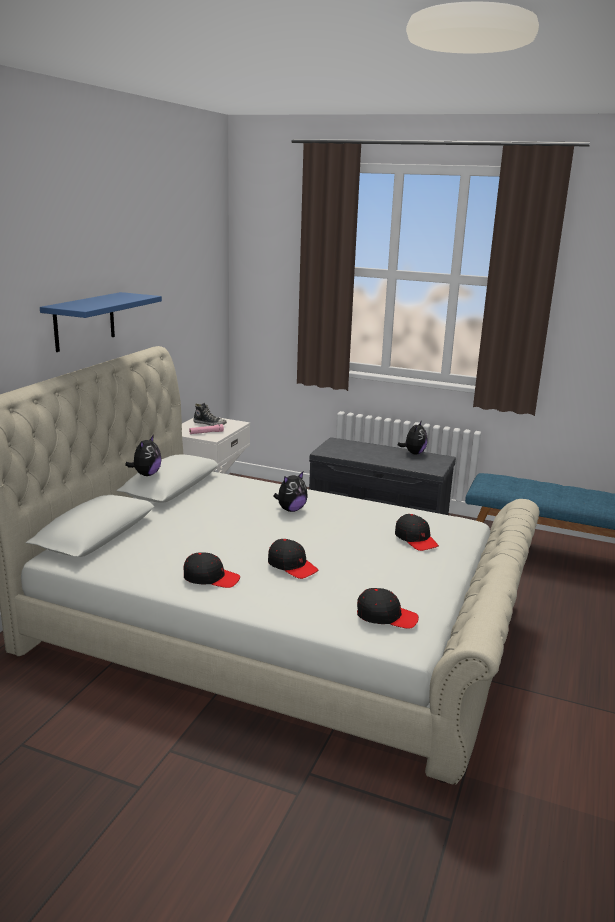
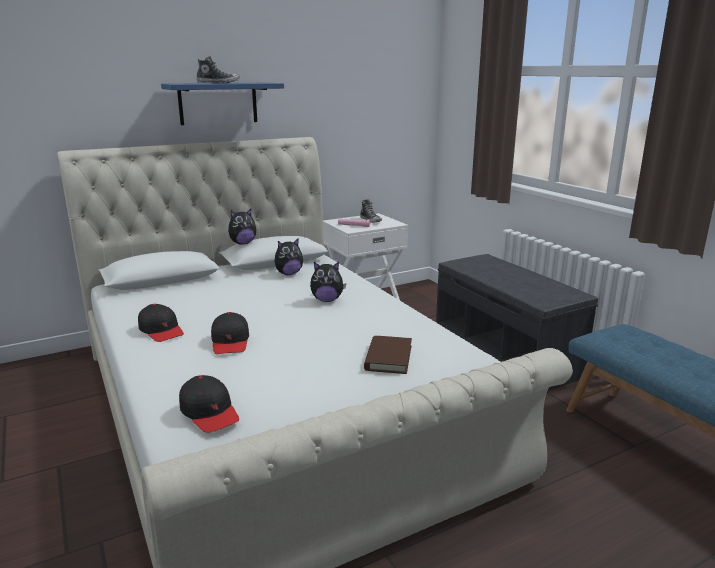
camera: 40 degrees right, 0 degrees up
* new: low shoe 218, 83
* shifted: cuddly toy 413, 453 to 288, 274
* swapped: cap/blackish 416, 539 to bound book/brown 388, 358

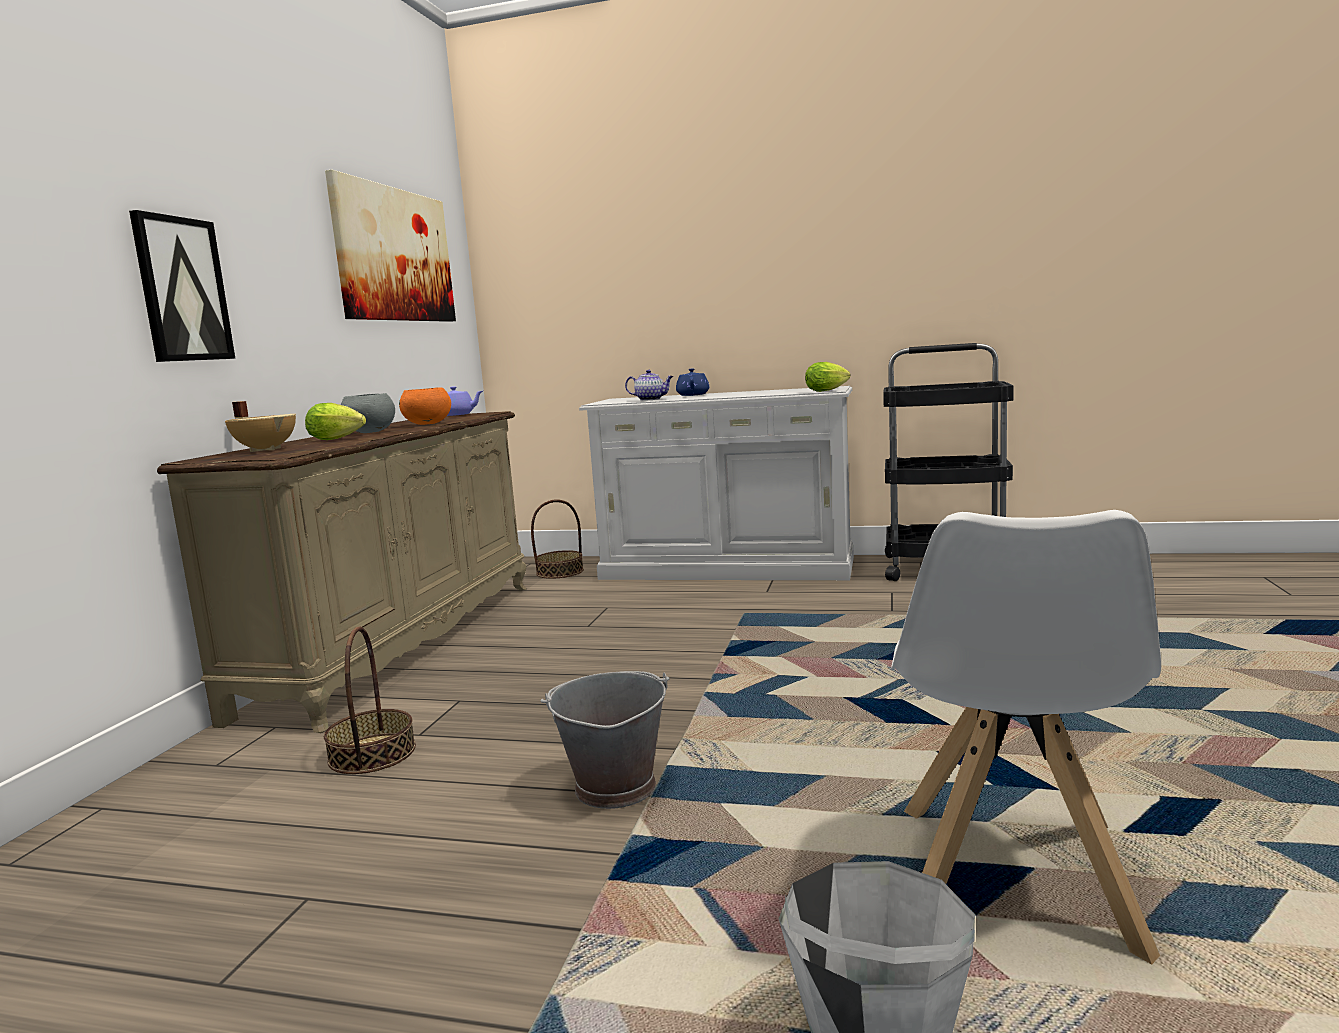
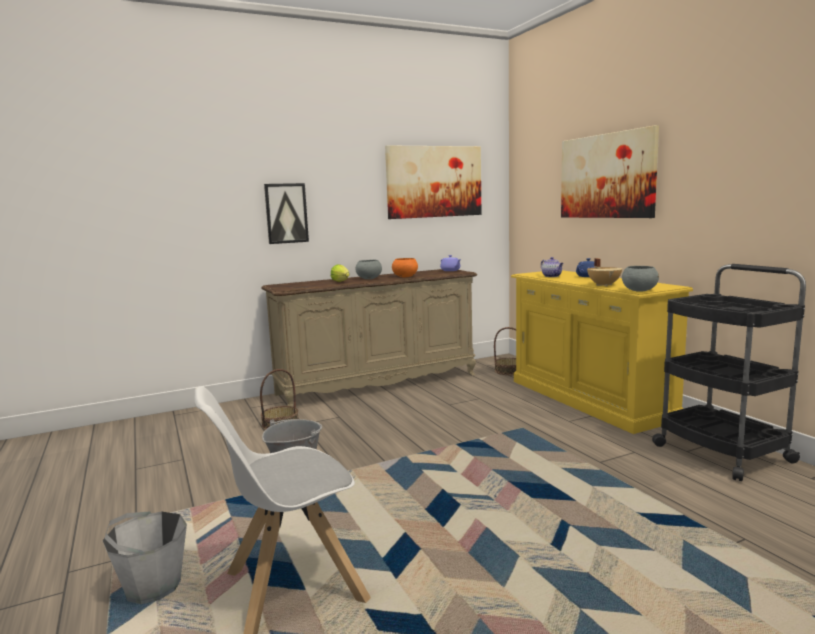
camera: 50 degrees right, 0 degrees up
* repainted: drawer chest/whitish 728, 568 to drawer chest/yellow 589, 399
* new: picture 606, 176
* shifted: stockpot/sand-coloured 266, 449 to 604, 285
* swapped: head of lettuce 828, 390 to deep dish/gray 639, 290

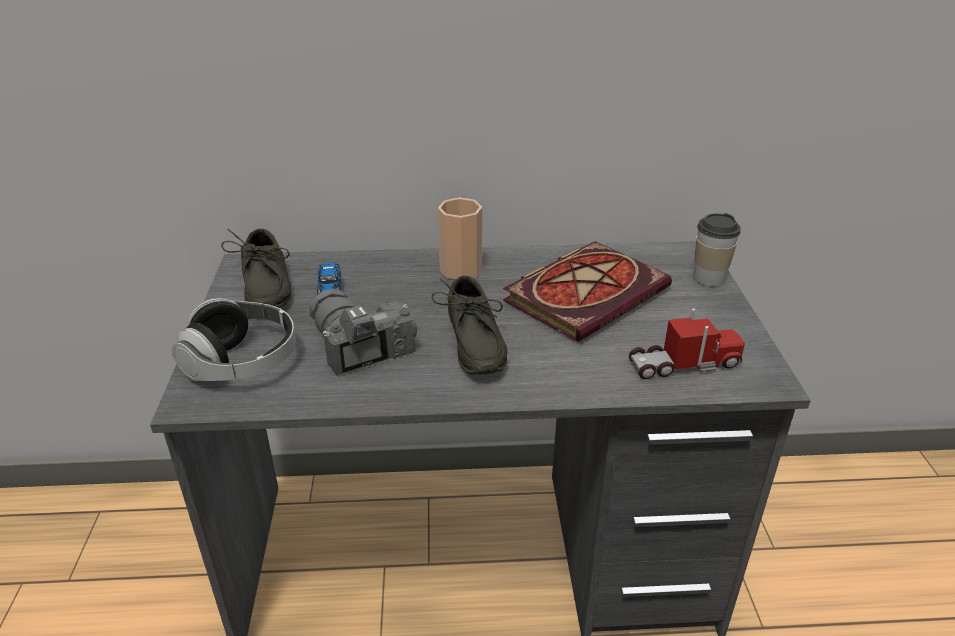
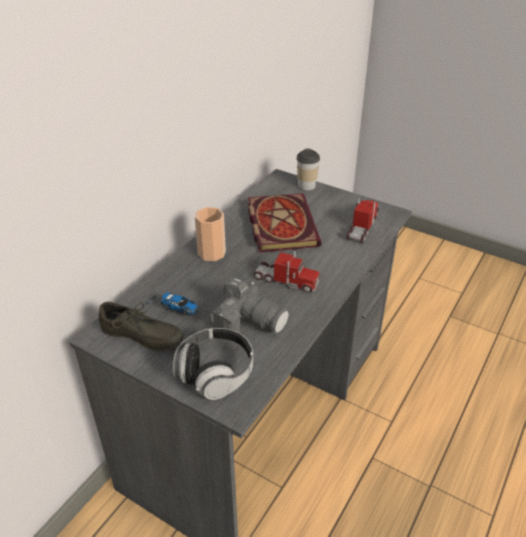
camera: 55 degrees left, 5 degrees up
* rotated: photo camera 358, 348 = 248, 321 150 degrees counterclockwise
* swapped: low shoe/gray 470, 345 to toy truck 286, 281

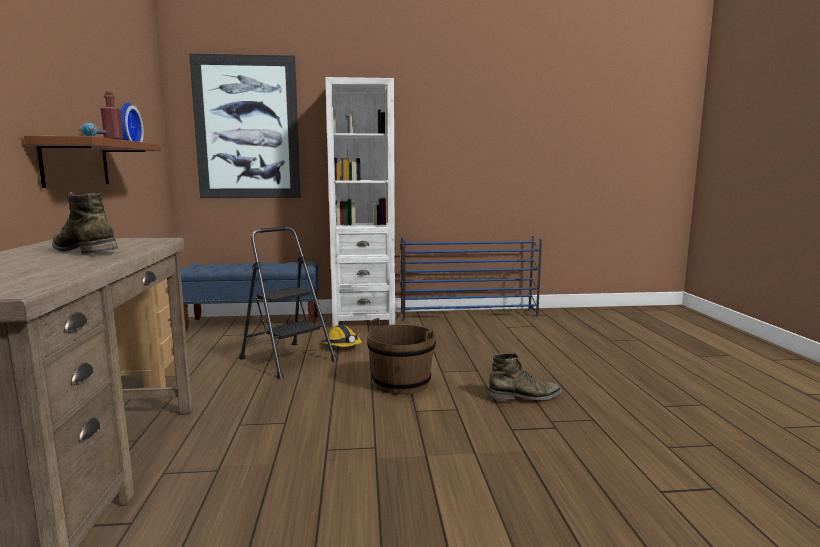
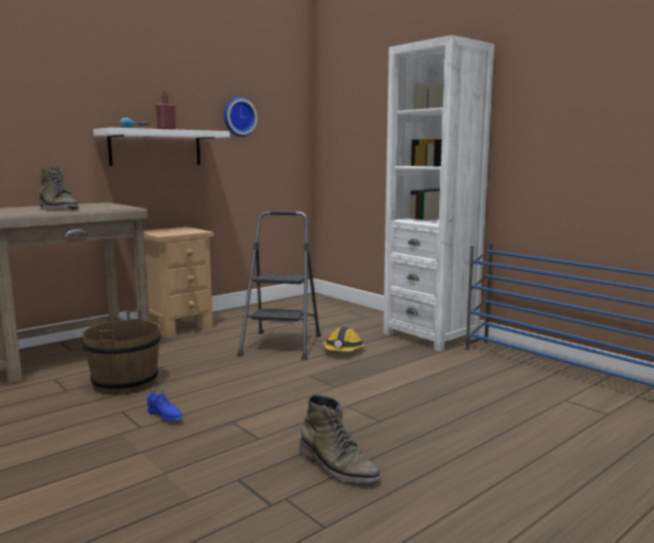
camera: 55 degrees right, 0 degrees up
* rotated: high-top boot/green-coloured 84, 250 = 58, 209 135 degrees clockwise
* shifted: pail/brown 401, 383 to 125, 383
* repainted: wall shelf/brown 75, 163 to wall shelf/whitish 155, 148
* new: low shoe/blue 165, 416
* gone: long seat/blue 254, 323
* gone: picture 247, 128

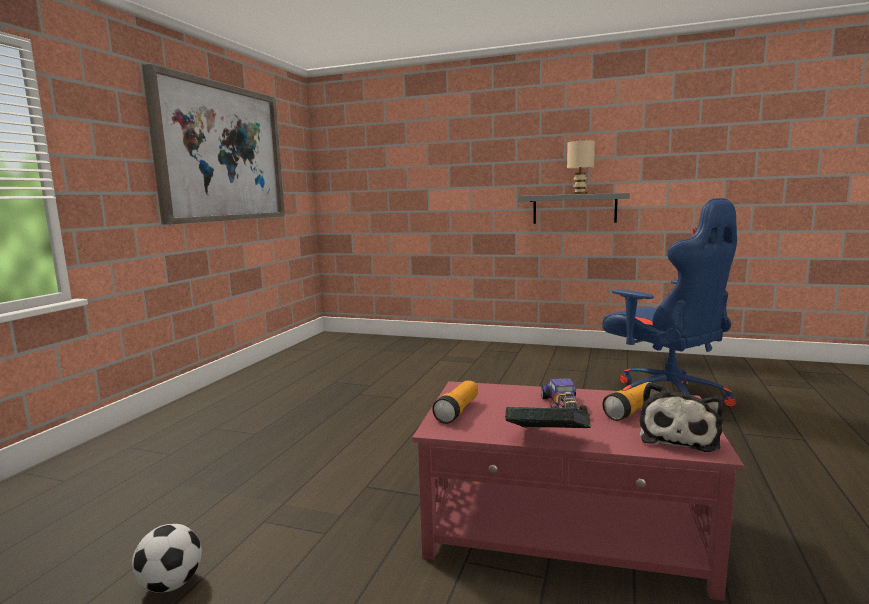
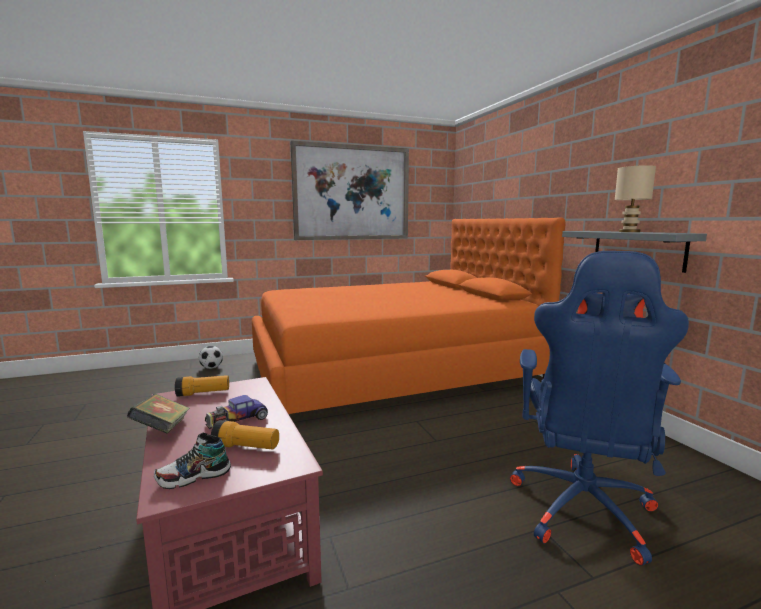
camera: 50 degrees right, 0 degrees up
* swapped: cuddly toy 679, 436 to low shoe 194, 477
* shifted: football ball 171, 584 to 211, 368
* new: bedroom bed/orangey 392, 371

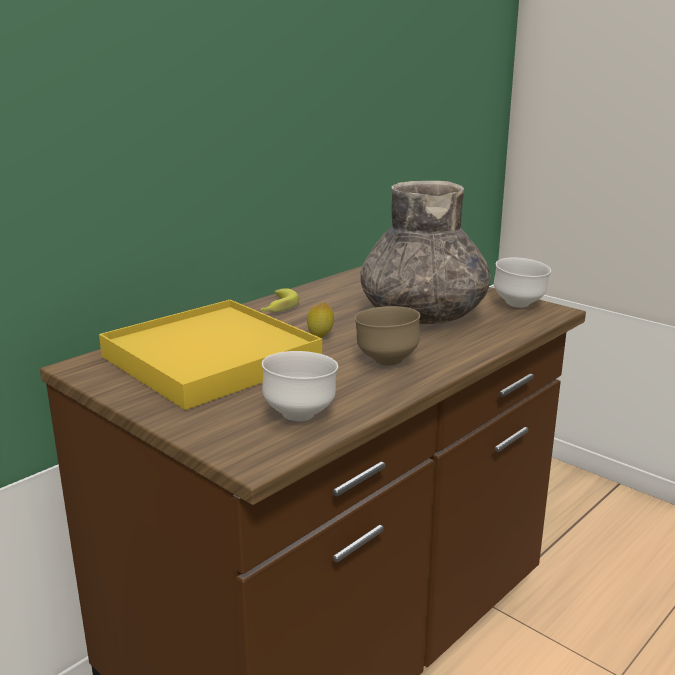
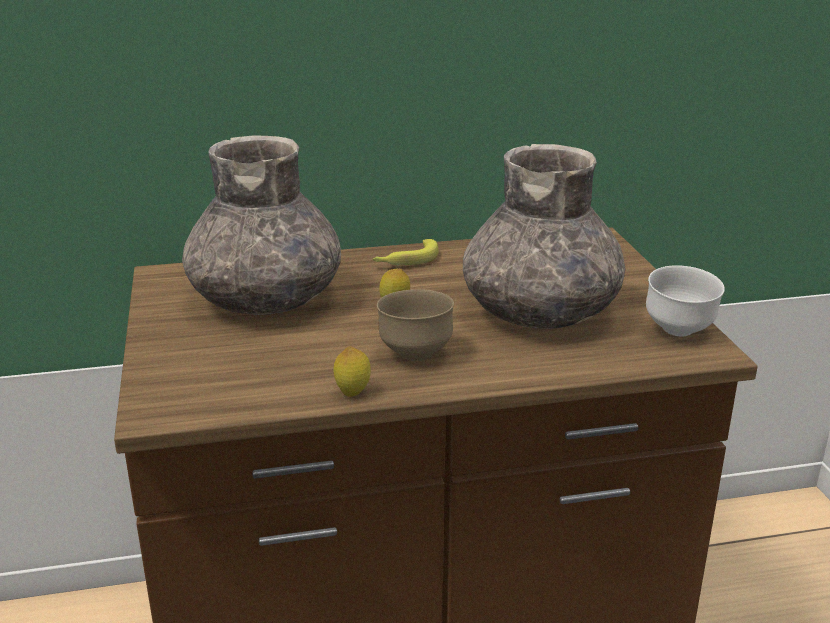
camera: 35 degrees right, 5 degrees up
* swapped: serving tray/yellow 211, 359 to flower vase/gray 267, 299
* new: citrus fruit 352, 393
* gone: deep dish/whitish 300, 415

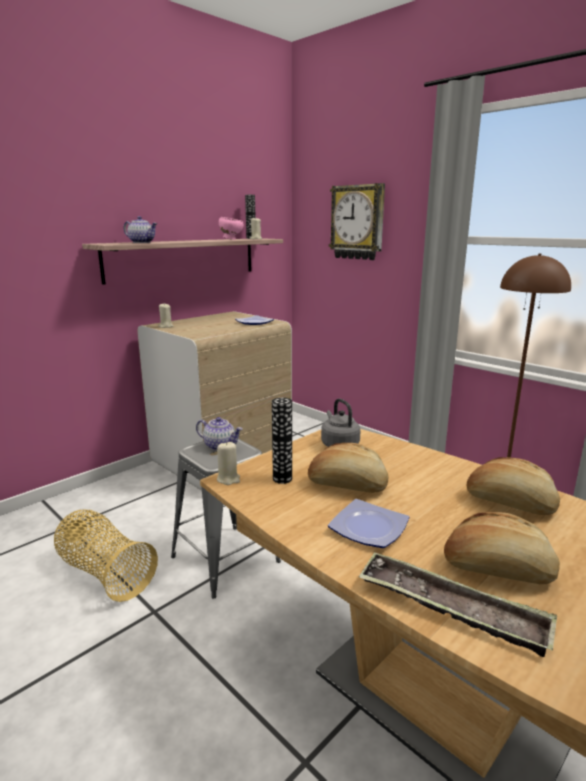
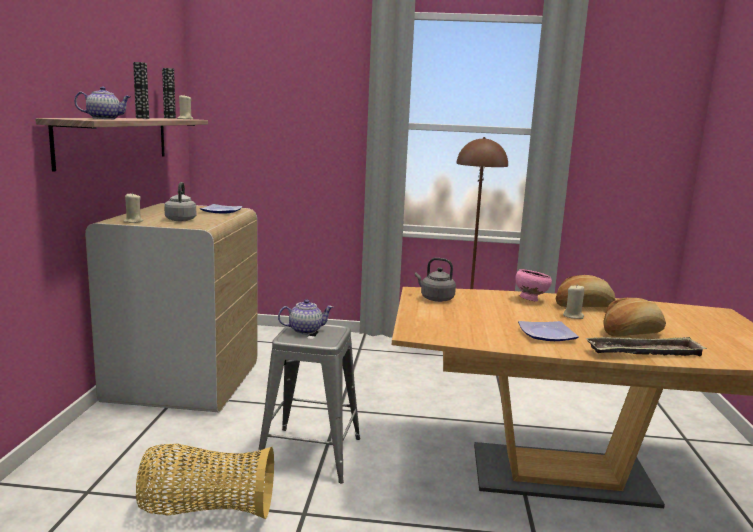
camera: 40 degrees left, 5 degrees down
* shifted: flower vase 282, 479 to 142, 118
* new: kettle/gray 181, 219
* shifted: deep dish/pink 231, 239 to 530, 300
* shifted: wax candle/sand-coloured 228, 479 to 573, 316
* gone: baked bread 347, 485
* gone: hanging clock 357, 222

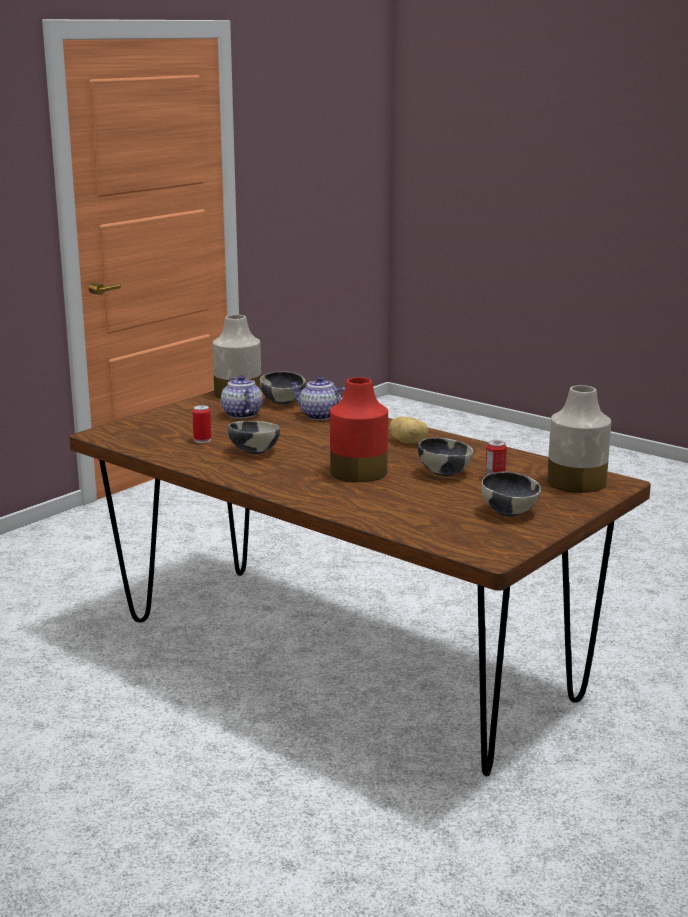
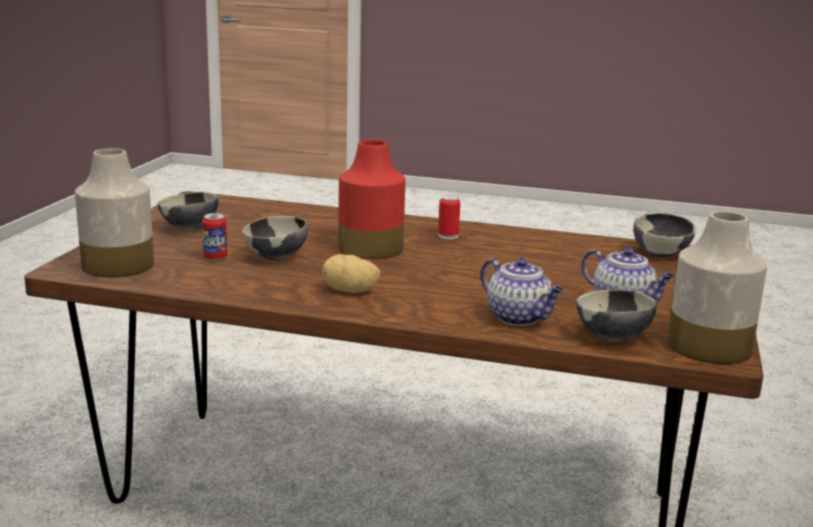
camera: 155 degrees right, 0 degrees up
* shifted: sealed can 202, 440 to 448, 236
* rotated: pot for tea 319, 416 = 519, 318 45 degrees clockwise
* shifted: deep dish 253, 452 to 661, 254

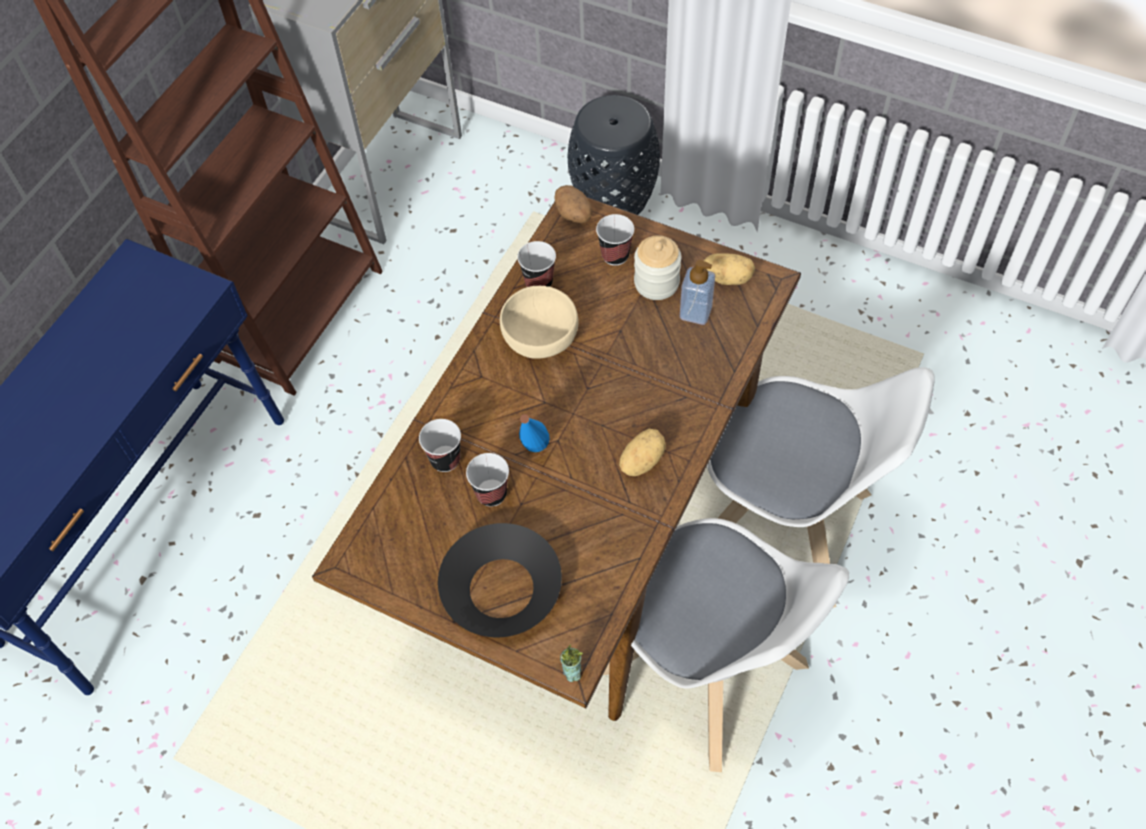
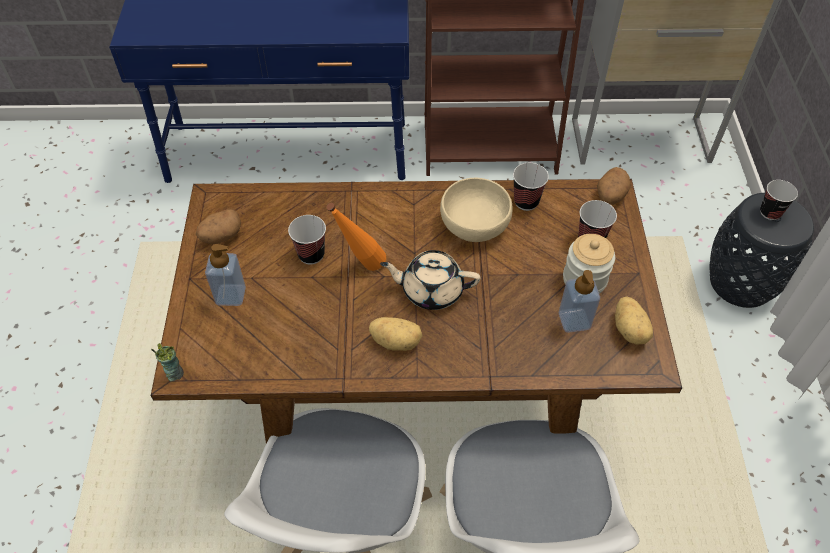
camera: 60 degrees right, 5 degrees down
* new: potato 221, 236
* swapped: deep dish/blackish 501, 588 to liquid soap bottle 230, 295
* repainted: beverage bottle/blue 534, 455 to beverage bottle/orangey 360, 267
* new: pot for tea/sand-coloured 431, 290
* shifted: small cup 445, 459 to 770, 212

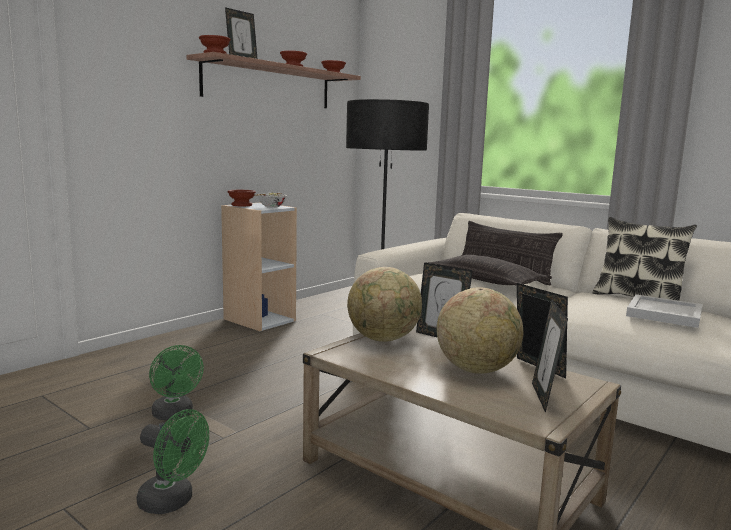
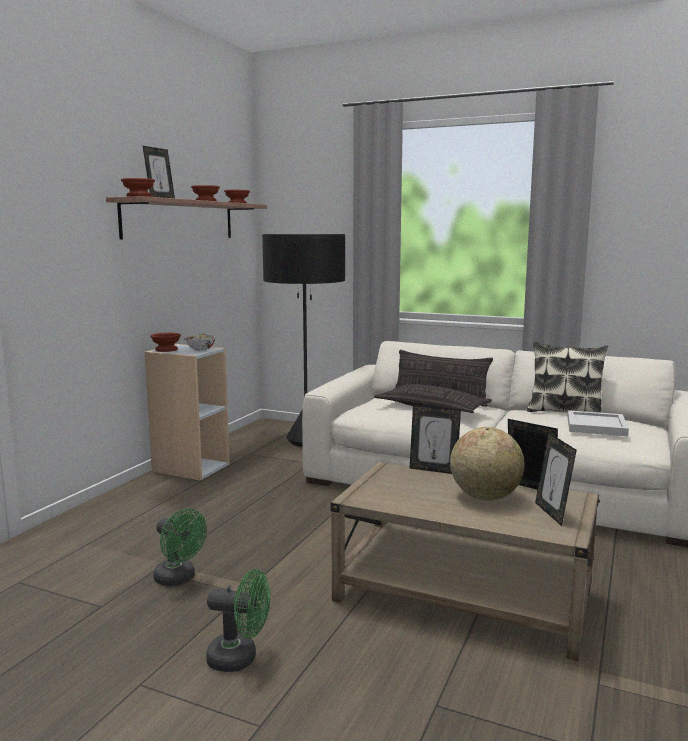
camera: 15 degrees left, 0 degrees up
* gone: world globe 383, 339

